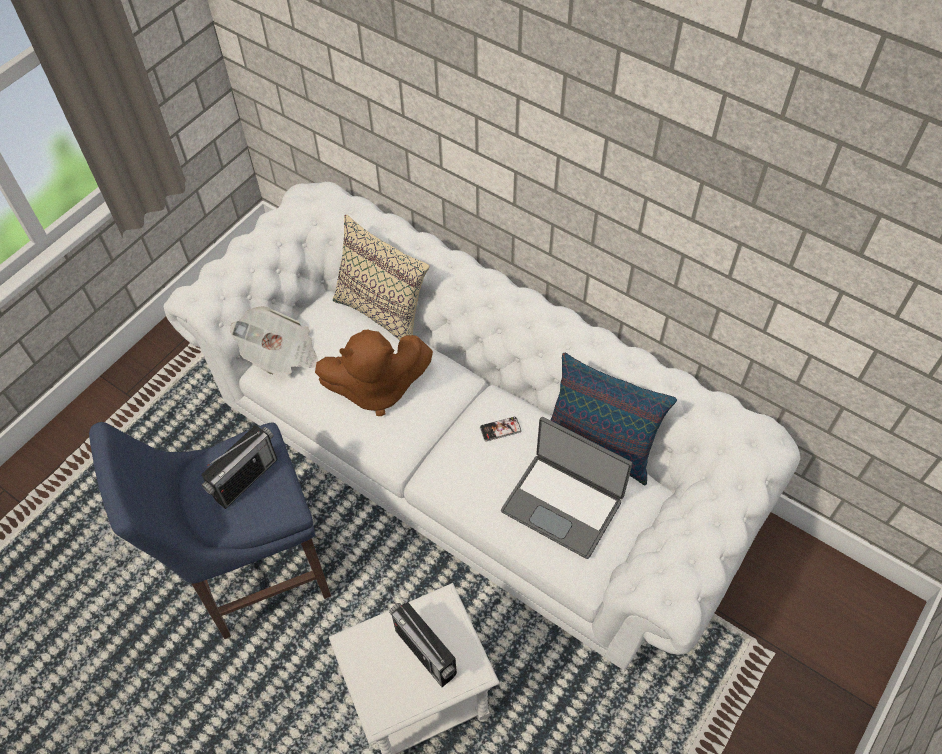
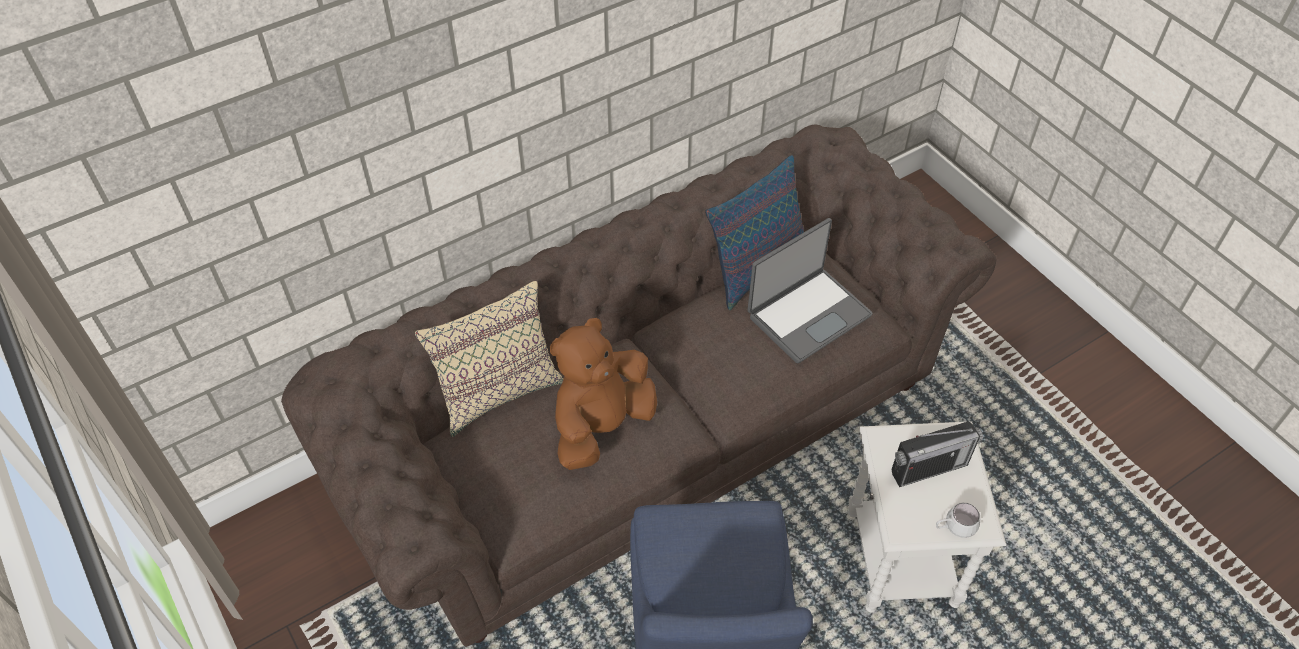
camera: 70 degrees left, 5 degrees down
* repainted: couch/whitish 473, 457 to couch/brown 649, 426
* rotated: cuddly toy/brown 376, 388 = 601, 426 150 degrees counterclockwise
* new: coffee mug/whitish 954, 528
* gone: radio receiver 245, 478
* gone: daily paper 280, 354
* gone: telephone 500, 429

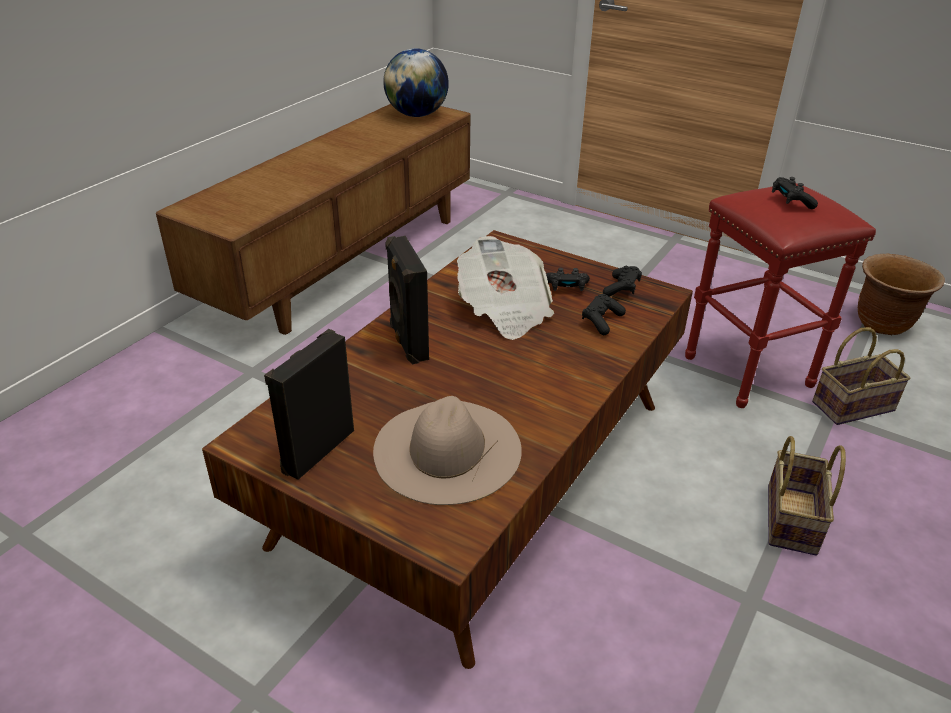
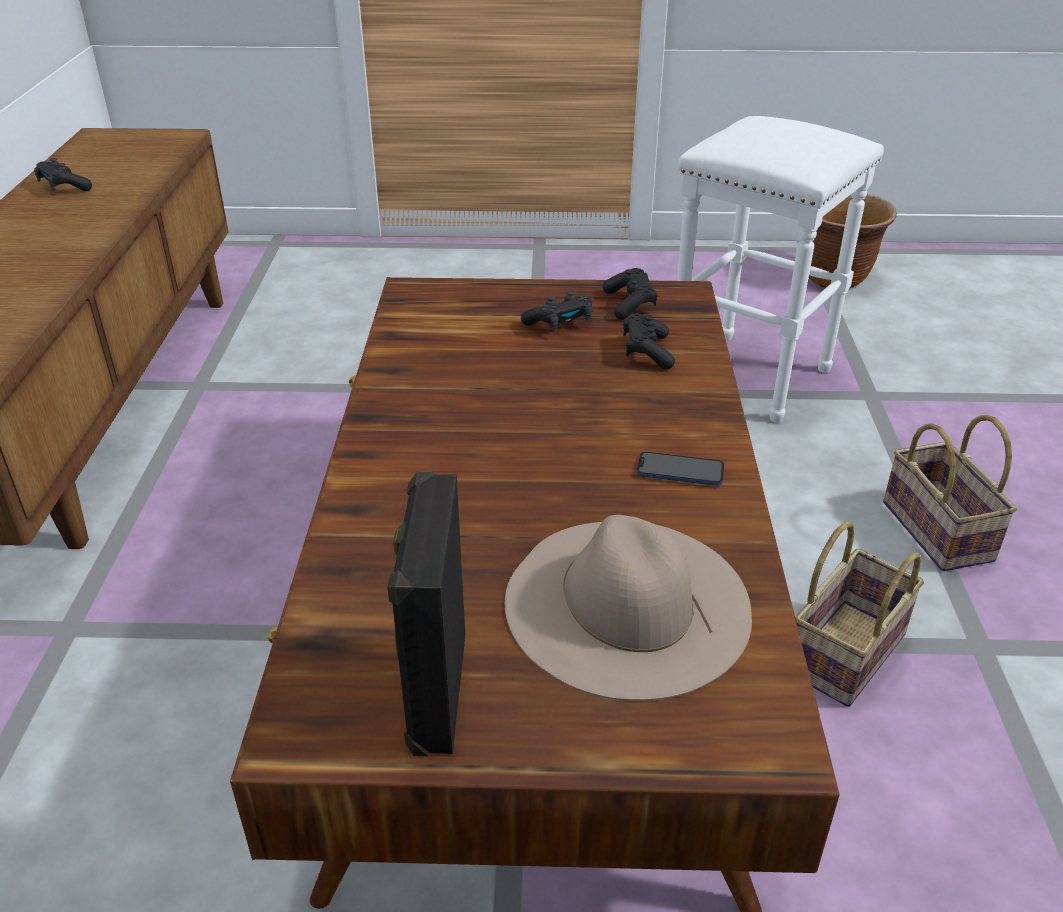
camera: 30 degrees left, 0 degrees up
* shifted: joypad/blackish 791, 201 to 64, 187
* new: telephone 680, 471
* repainted: sitting stool/red 751, 371 to sitting stool/whitish 753, 375
* shifted: household basket 853, 405 to 845, 650
* gone: world globe 417, 115
* gone: audio speaker/blackish 407, 342
* gone: daily paper 504, 310

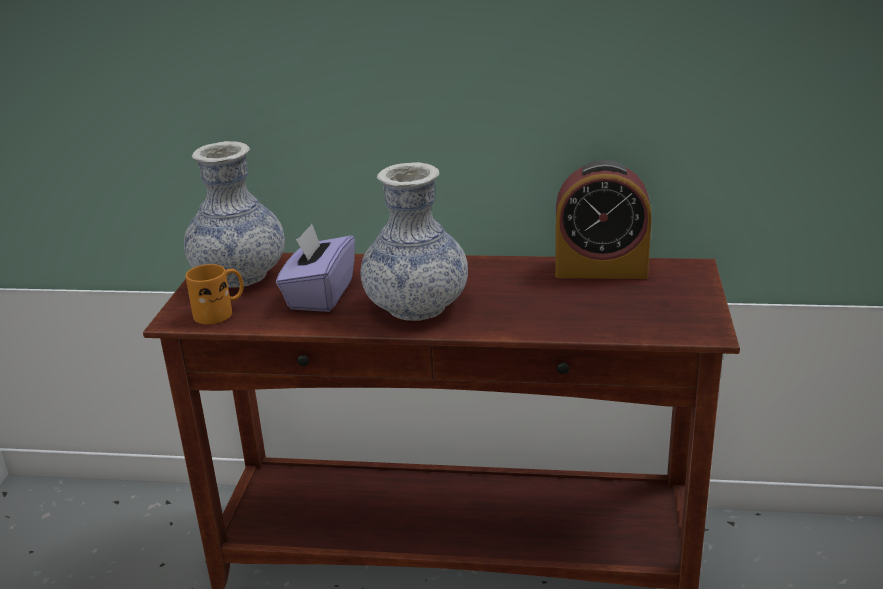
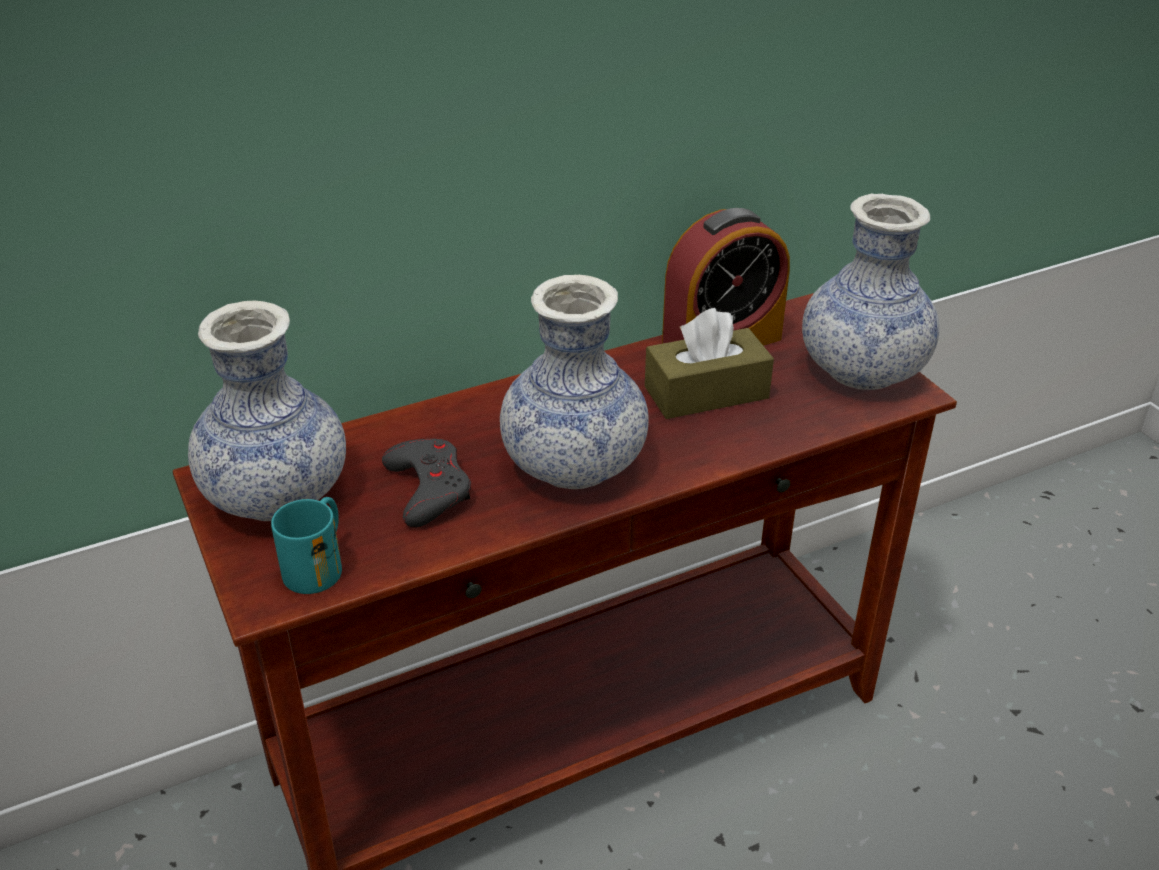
camera: 35 degrees left, 10 degrees up
* repainted: coffee mug/orangey 220, 312 to coffee mug/turquoise 318, 564
* swapped: tissue box/purplish 320, 295 to joypad/gray 428, 488
* new: tissue box/brown 706, 392
* new: flower vase 862, 370

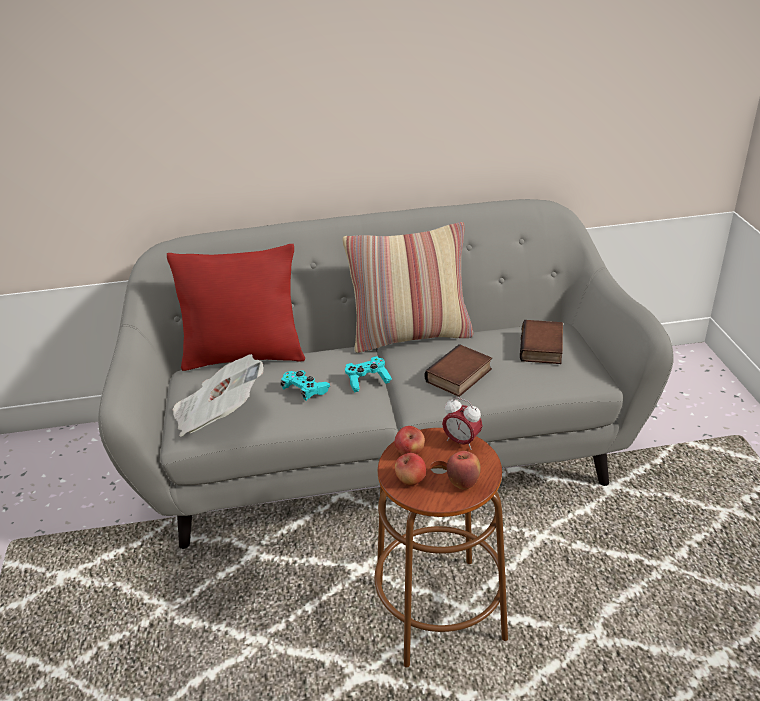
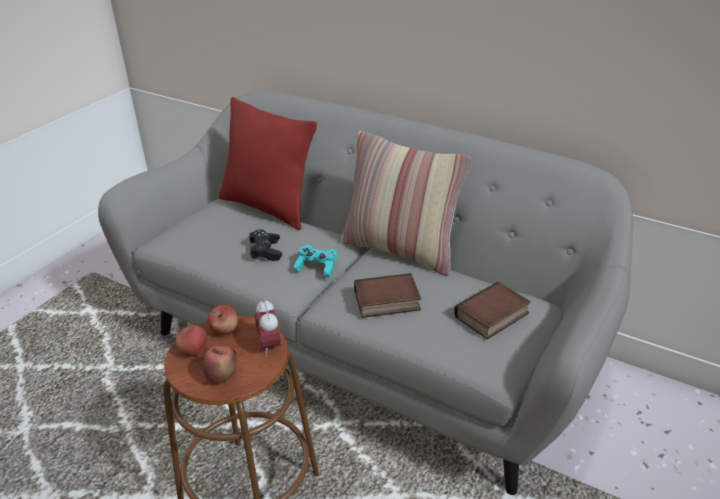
camera: 40 degrees right, 0 degrees up
* repainted: joypad/turquoise 305, 390 to joypad/blackish 266, 251
* gone: daily paper 219, 415

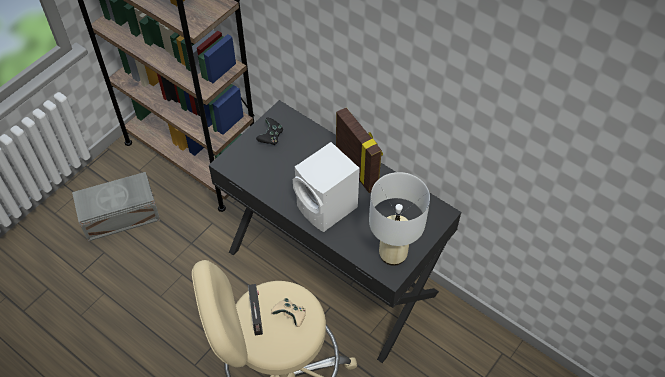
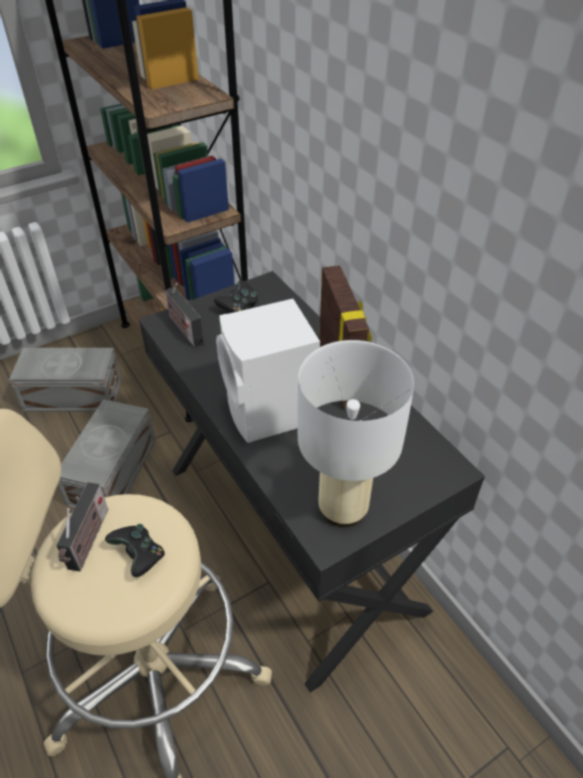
camera: 20 degrees right, 10 degrees down
* new: storage box/gray 115, 471
* repainted: joypad/sand-coloured 290, 315 to joypad/blackish 139, 556
* new: radio receiver 184, 329

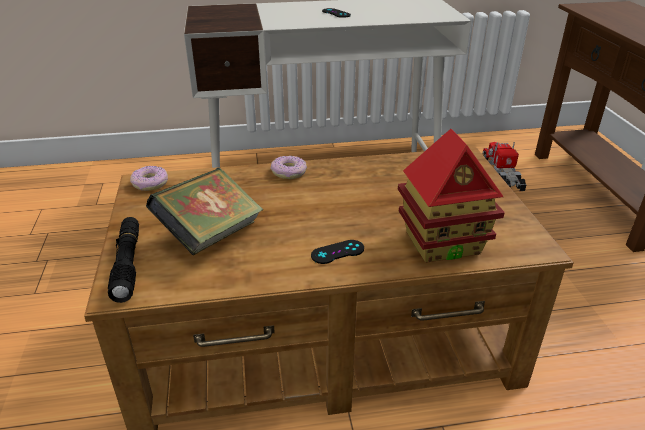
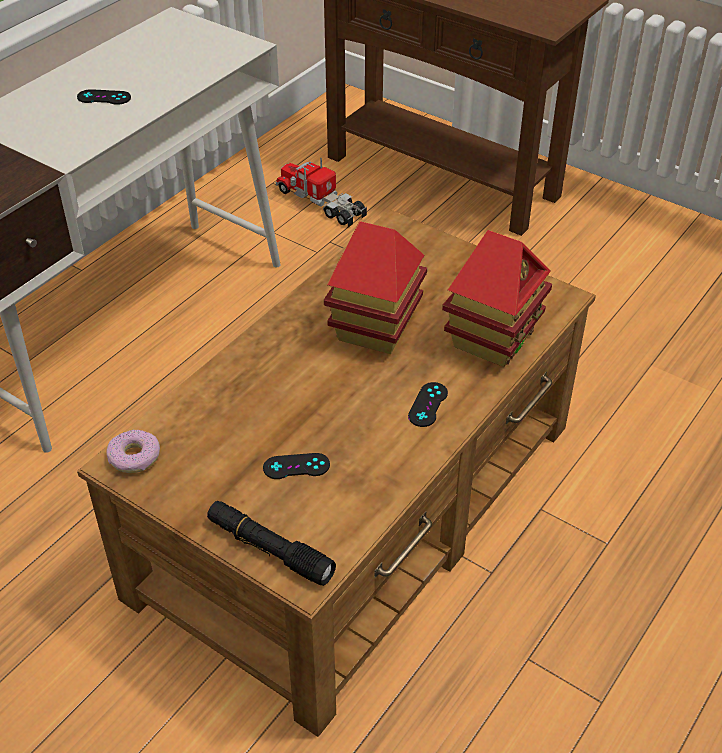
camera: 45 degrees left, 10 degrees up
* swapped: bound book 211, 235 to joypad/blackish 296, 466
* new: model house 375, 328
* gone: donut 289, 172

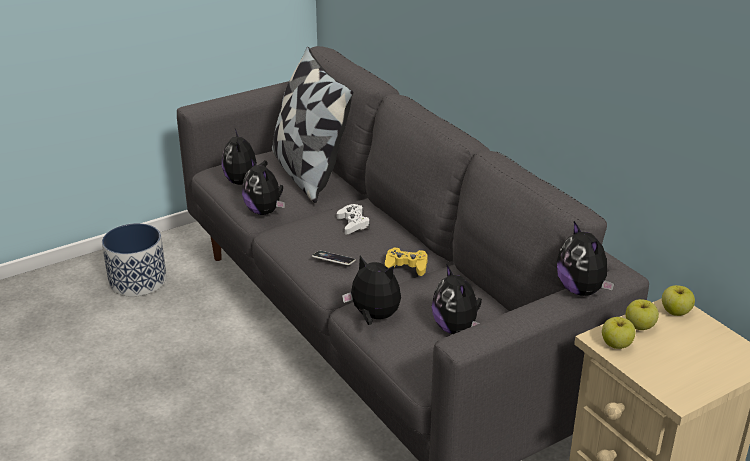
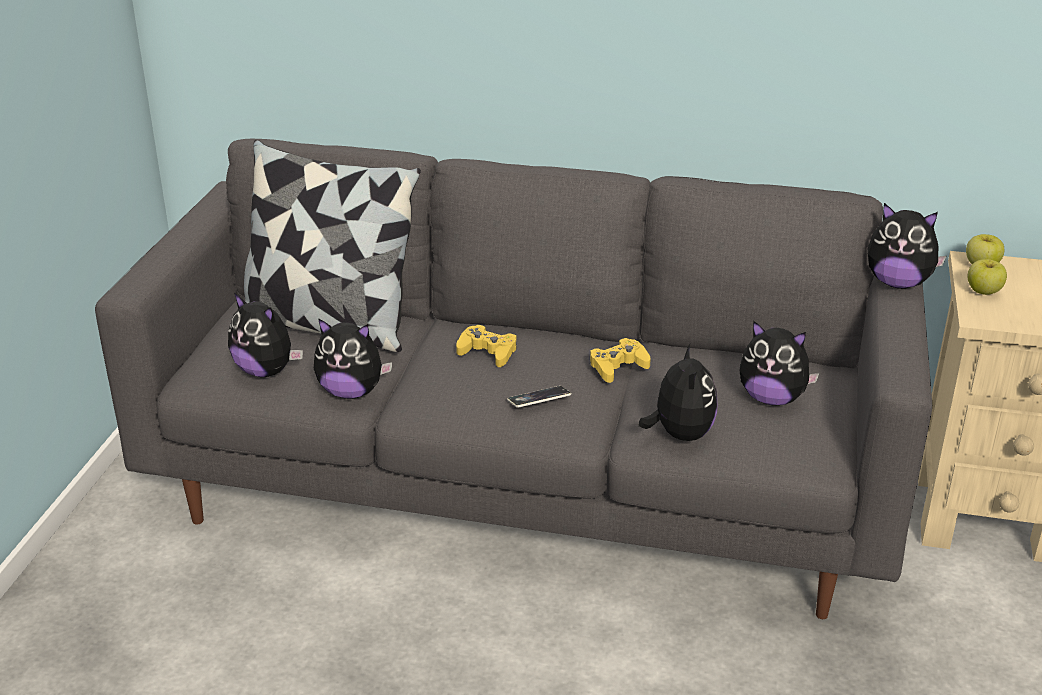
camera: 45 degrees left, 0 degrees up
* repainted: joypad/whitish 353, 224 to joypad/yellow 488, 352
* rotated: cuddly toy 374, 317 = 679, 434 105 degrees clockwise
* gone: planter 138, 281
* gone: apple 616, 344

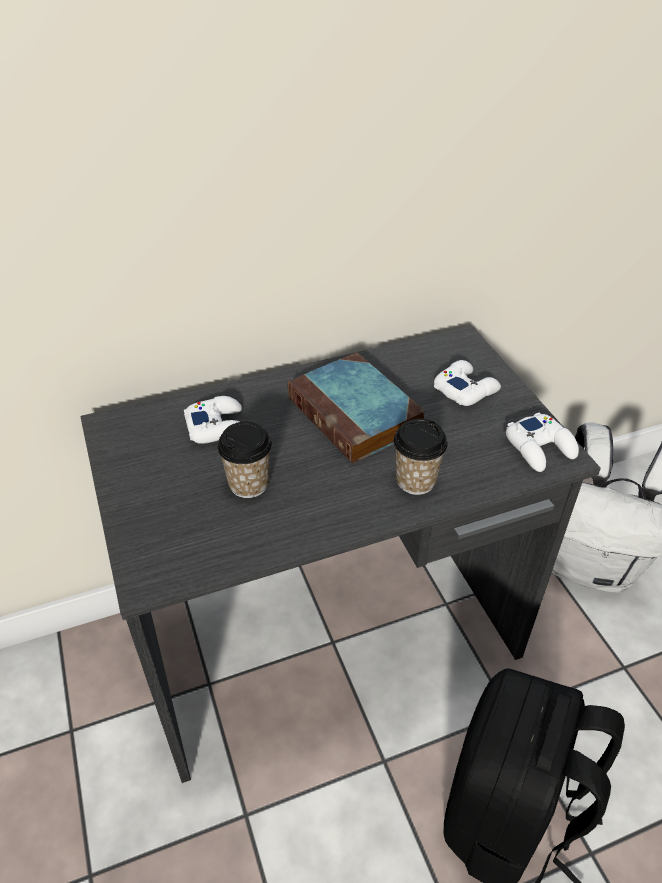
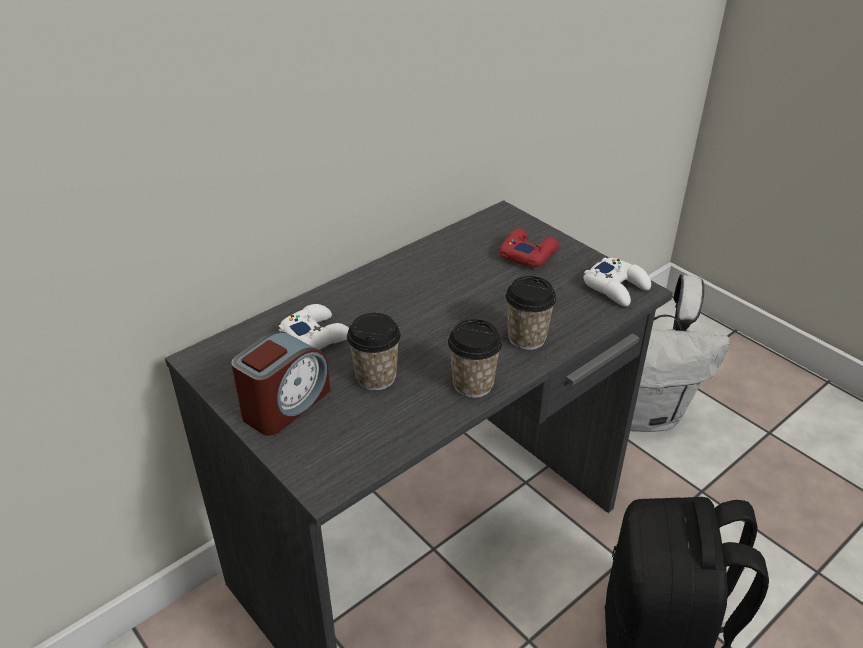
camera: 20 degrees left, 5 degrees down
* new: table clock 285, 405
* new: small cup 473, 384
* repainted: joypad/whitish 465, 389 to joypad/red 528, 254
* gone: bound book 357, 415

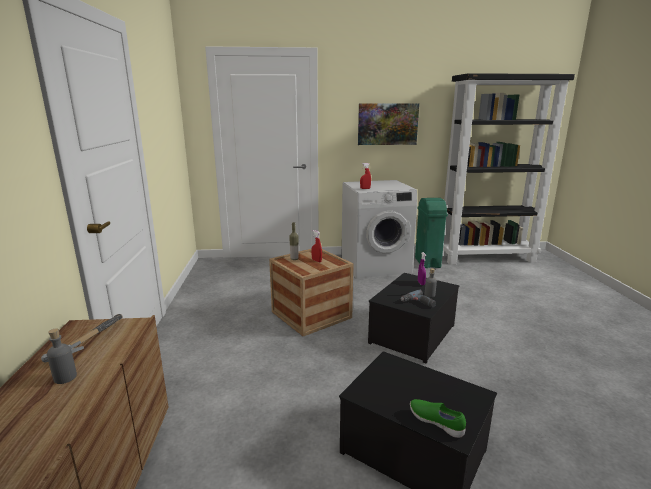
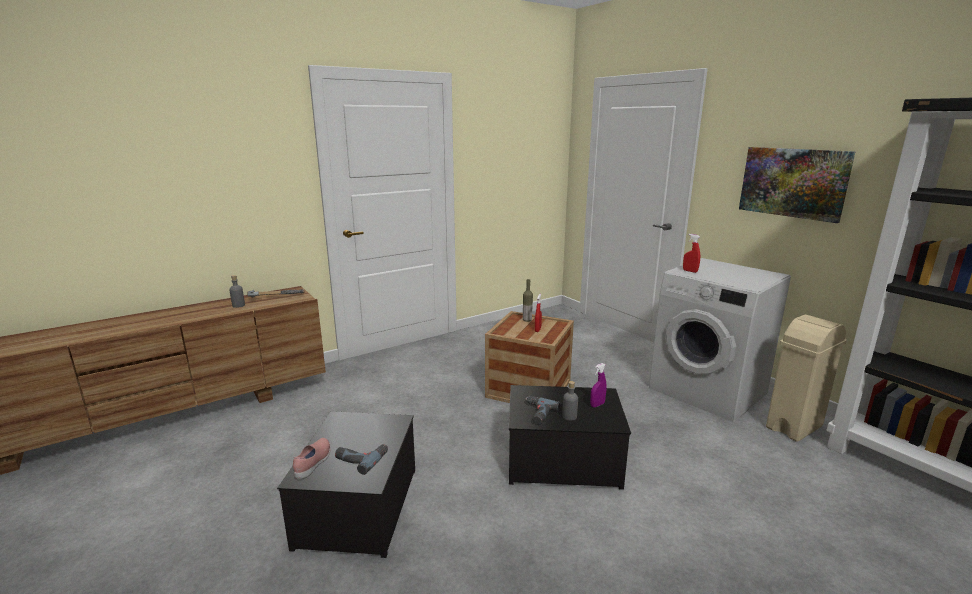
camera: 60 degrees right, 0 degrees up
* repainted: low shoe/green-coloured 436, 422 to low shoe/pink 313, 463
* new: electric drill 361, 458
* repainted: trash can/green-coloured 427, 263 to trash can/sand-coloured 793, 427

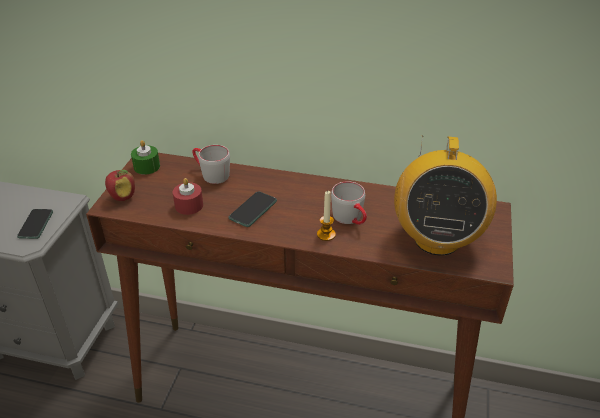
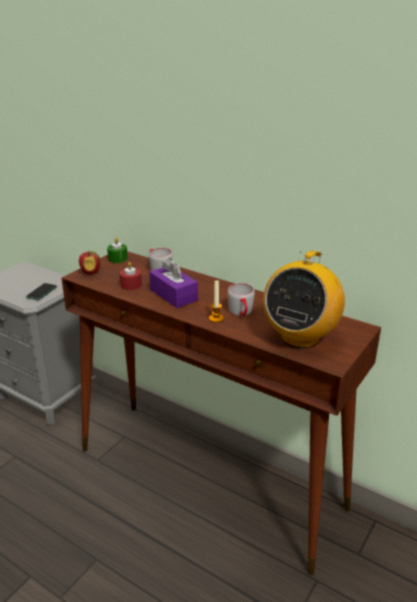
camera: 20 degrees right, 10 degrees down
* swapped: telephone 253, 210 to tissue box/purplish 173, 295

